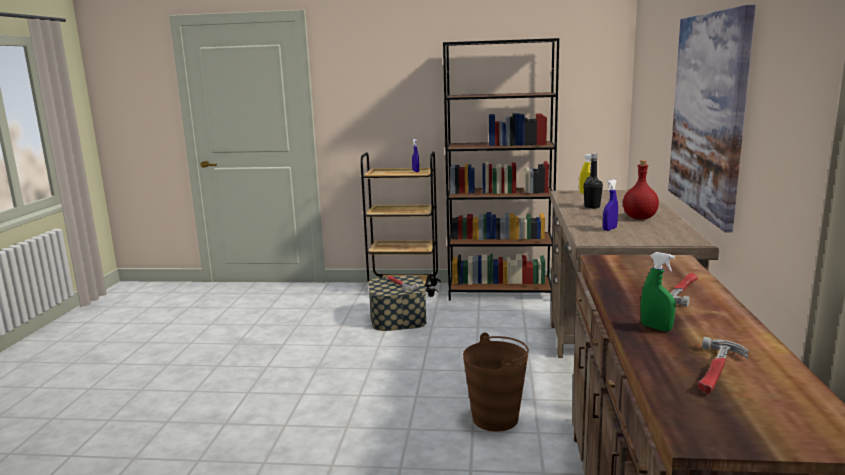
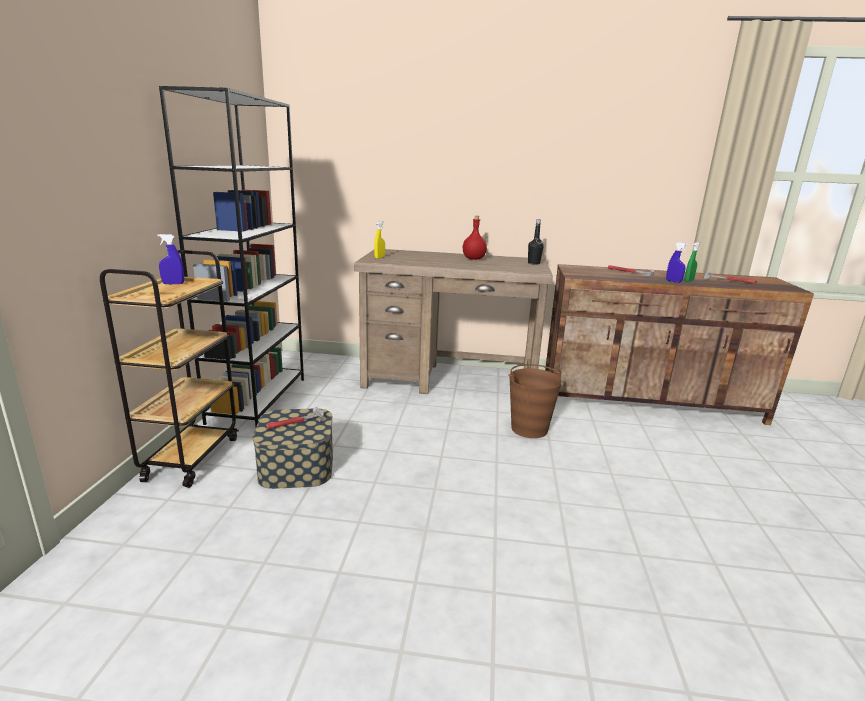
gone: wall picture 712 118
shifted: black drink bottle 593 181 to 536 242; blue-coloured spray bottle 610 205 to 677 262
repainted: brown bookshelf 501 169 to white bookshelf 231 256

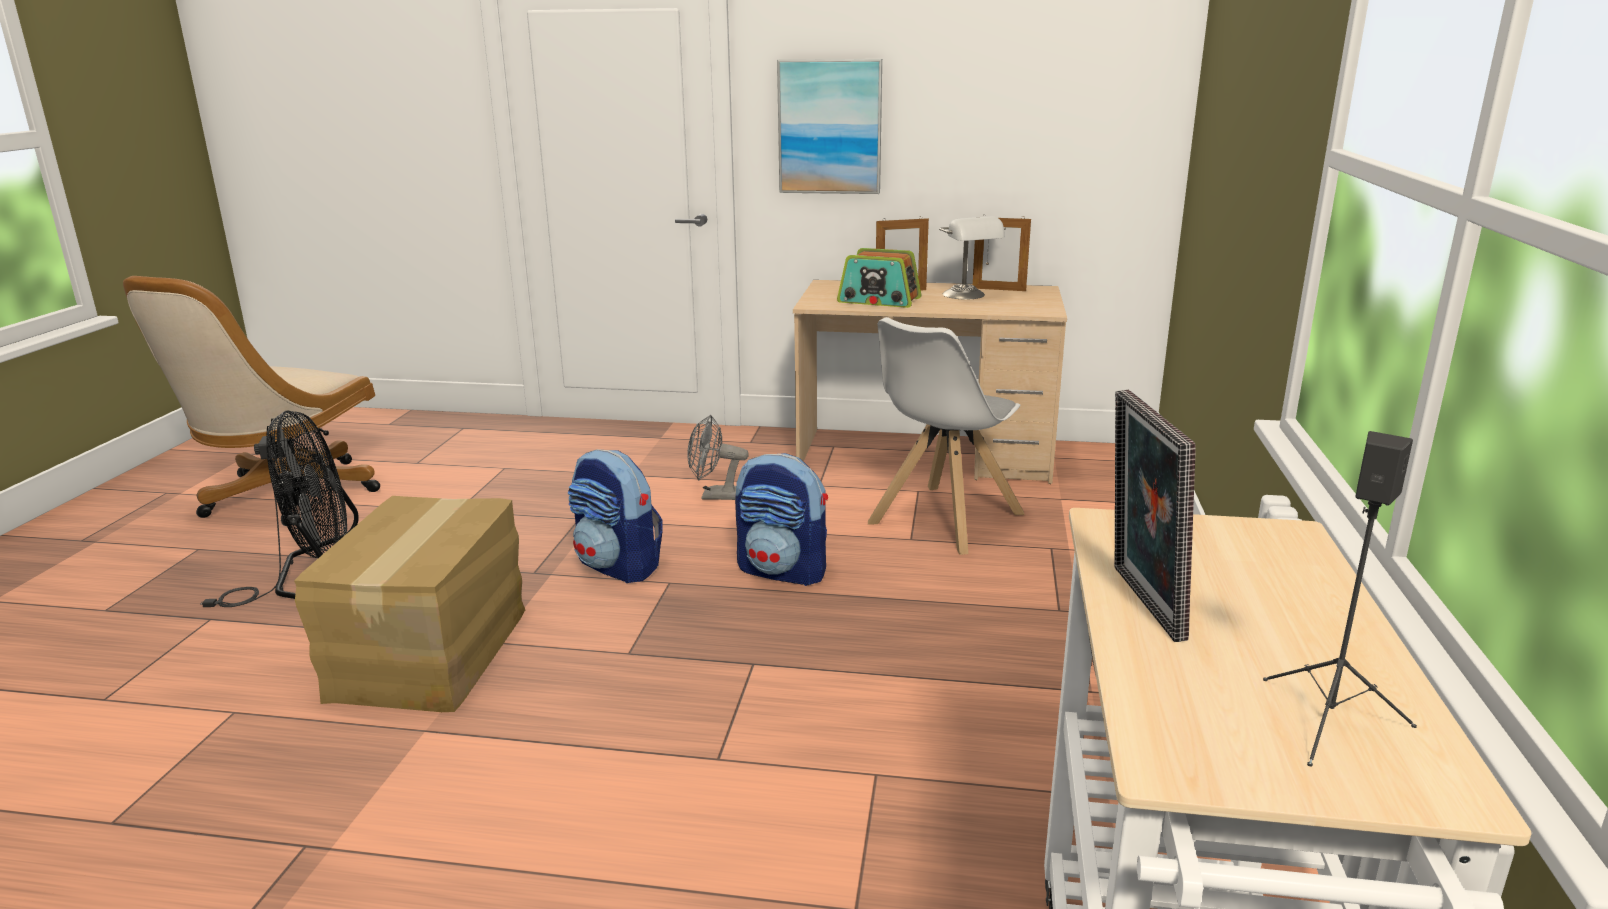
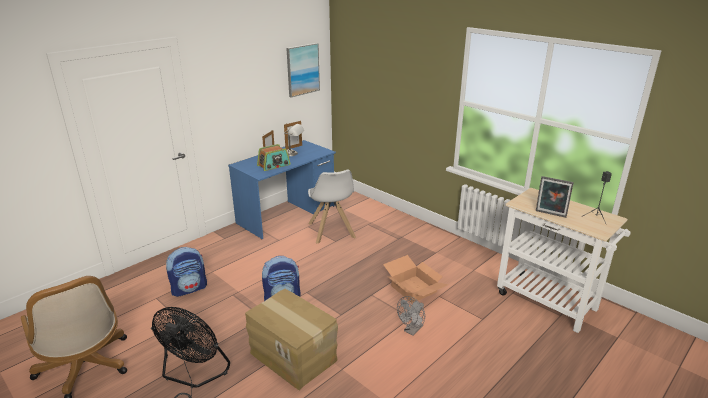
new: carton 415 279
shifted: gray fan 718 457 to 411 315; backpack 781 519 to 186 272; wall picture 829 126 to 303 70
repainted: beige-coloured desk unit 930 382 to blue-coloured desk unit 282 189

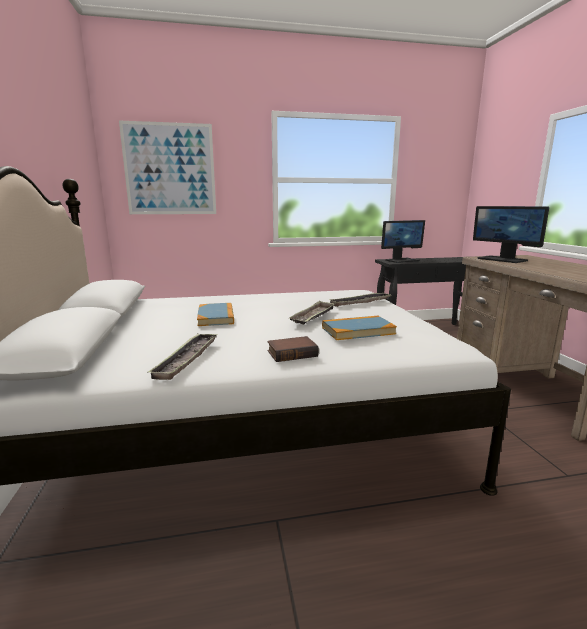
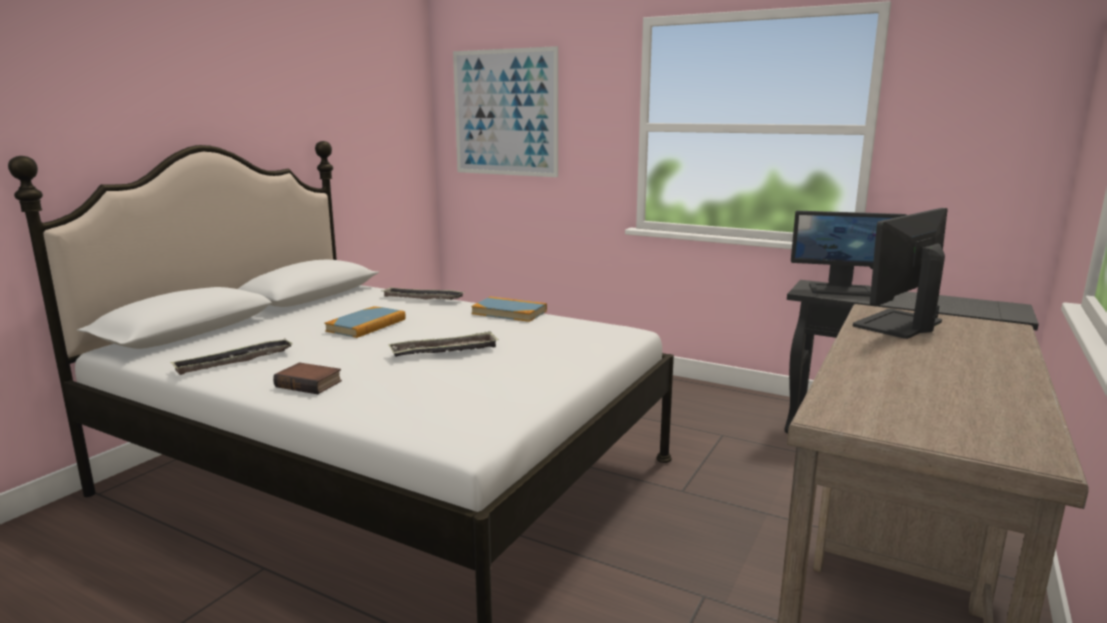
shifted: bound book 359 328 to 509 309; serving tray 360 300 to 422 293
rotated: monitor 511 234 = 900 273 45 degrees clockwise

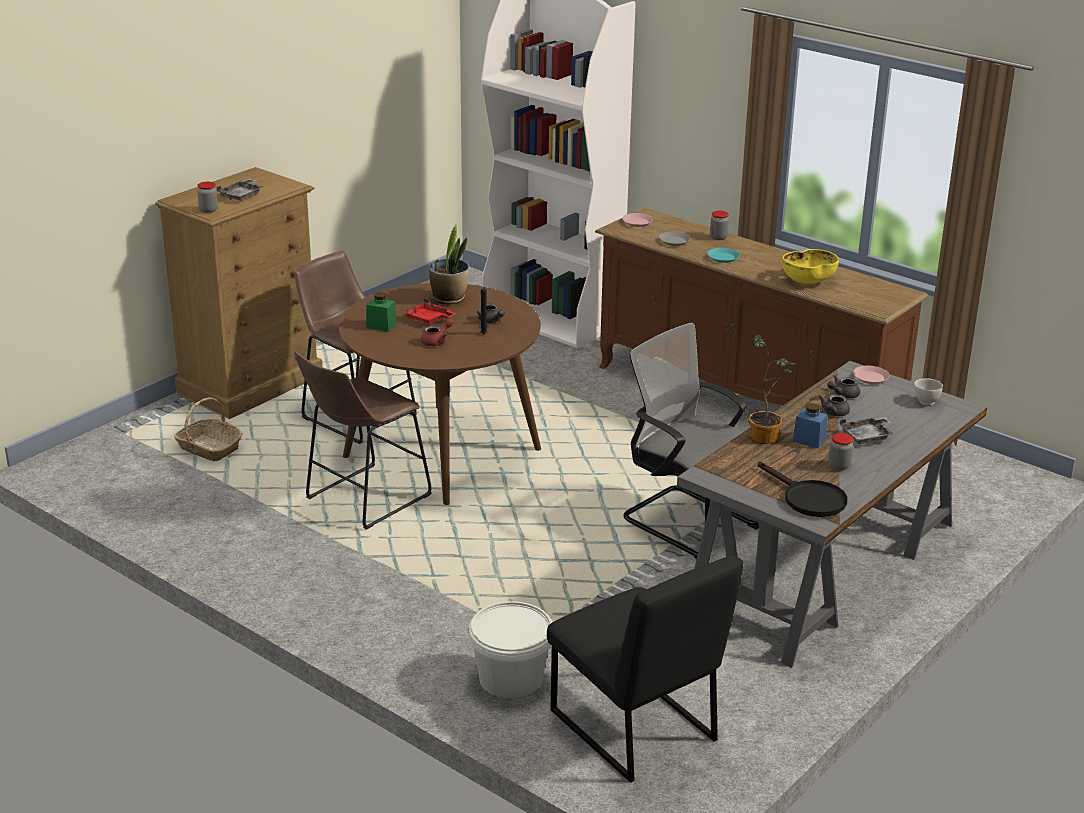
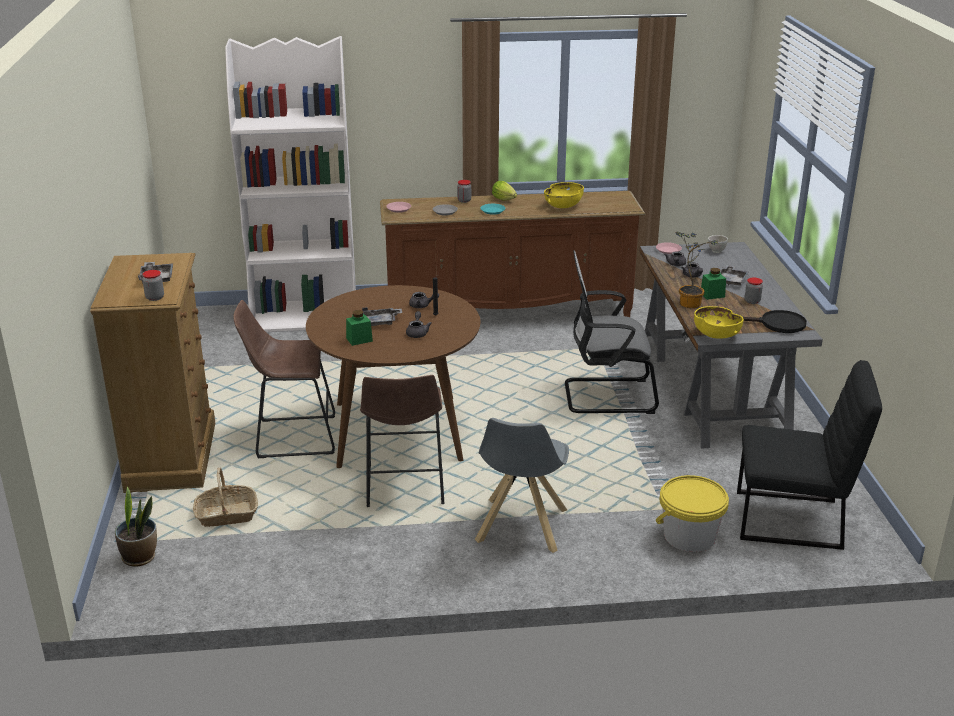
new: gray upright chair 522 485; lettuce head 504 190; yellow serving bowl 719 322
shifted: houseplant 449 264 to 136 527
repainted: red serving tray 430 311 to gray serving tray 382 316; red pot for tea 437 332 to gray pot for tea 419 324; white bucket 510 649 to yellow bucket 692 513; blue-coloured storage jar 810 425 to greenish storage jar 713 284

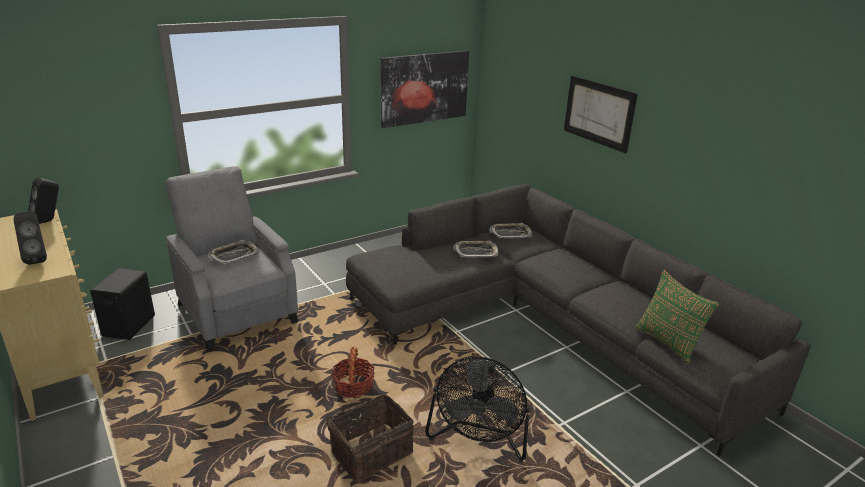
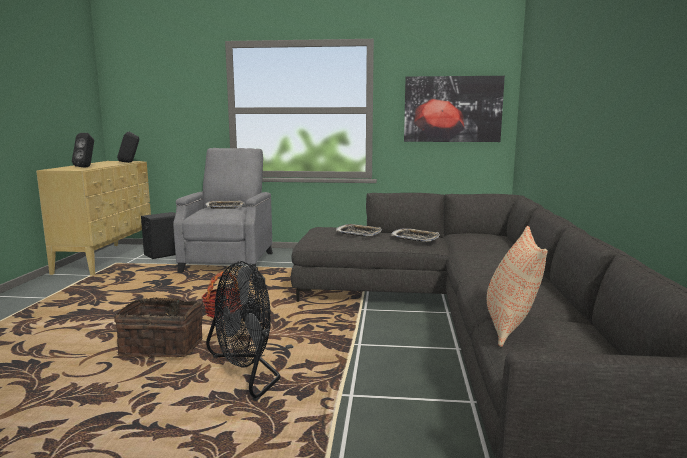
gone: wall picture 601 114
shifted: serving tray 511 230 to 359 230
repainted: greenish cushion 677 317 to beige-coloured cushion 517 286

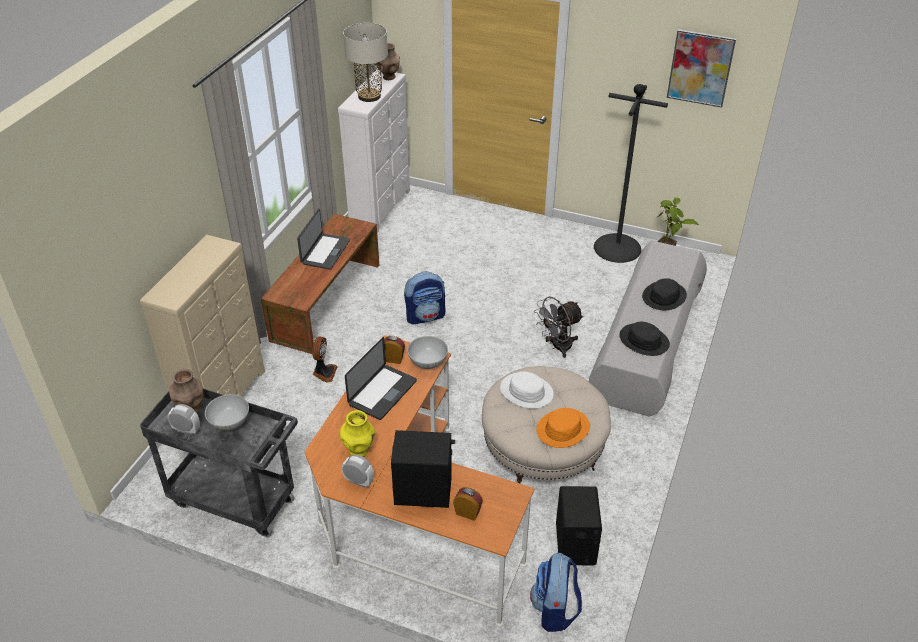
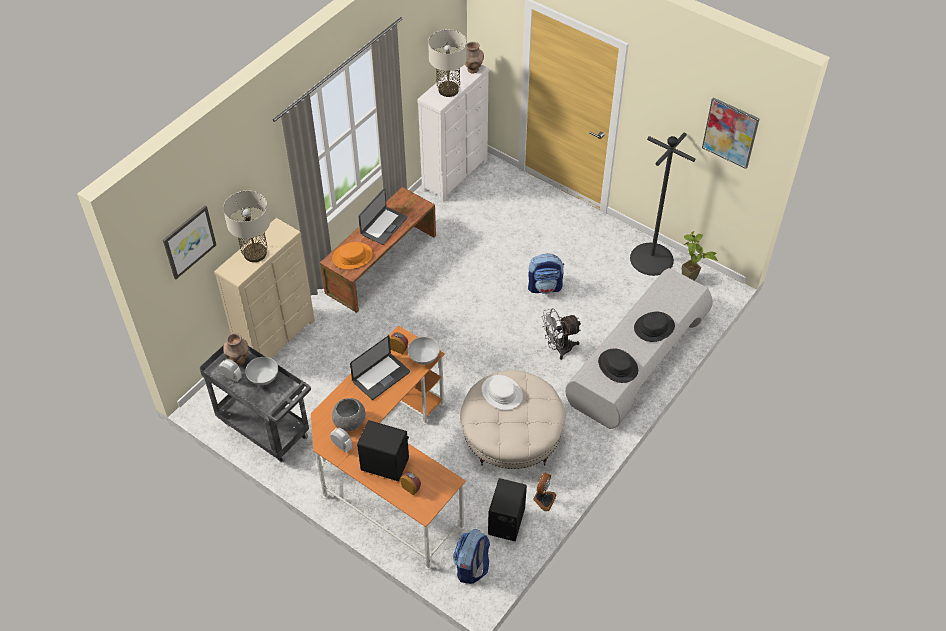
new: wall picture 189 242; table lamp 246 226
shifted: fan 325 360 to 545 492; backpack 425 297 to 546 274; orangey wearable hat 563 428 to 352 255
swapped: yellow vase 357 433 to gray serving bowl 348 414

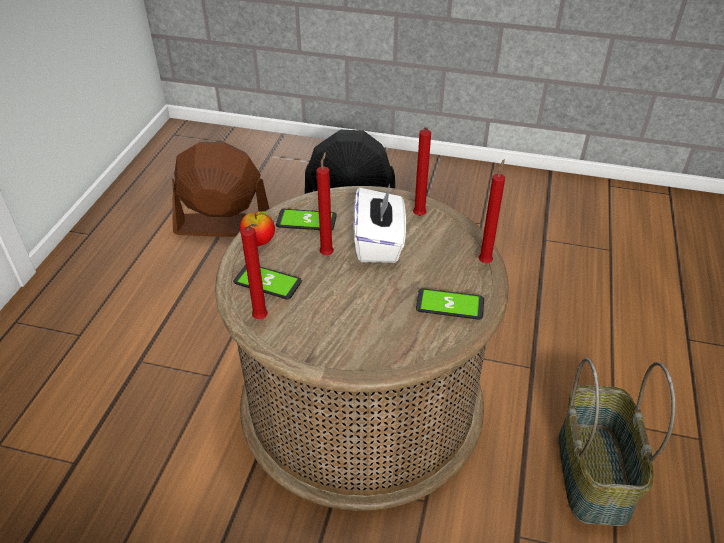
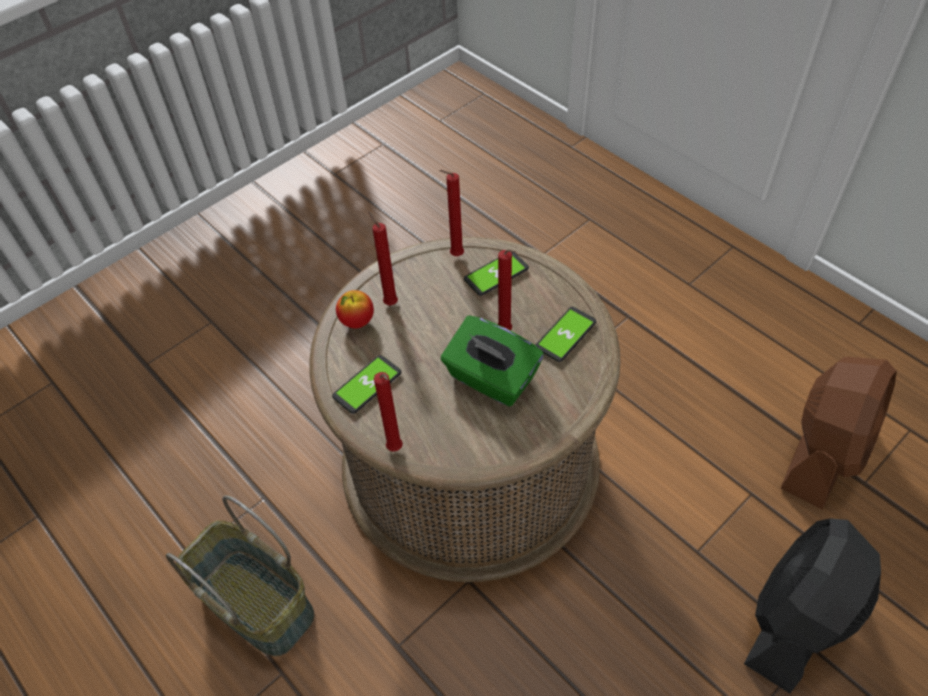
shifted: apple fruit 257 228 to 355 309; red candle 422 171 to 383 258
repainted: white tissue box 380 225 to greenish tissue box 492 360

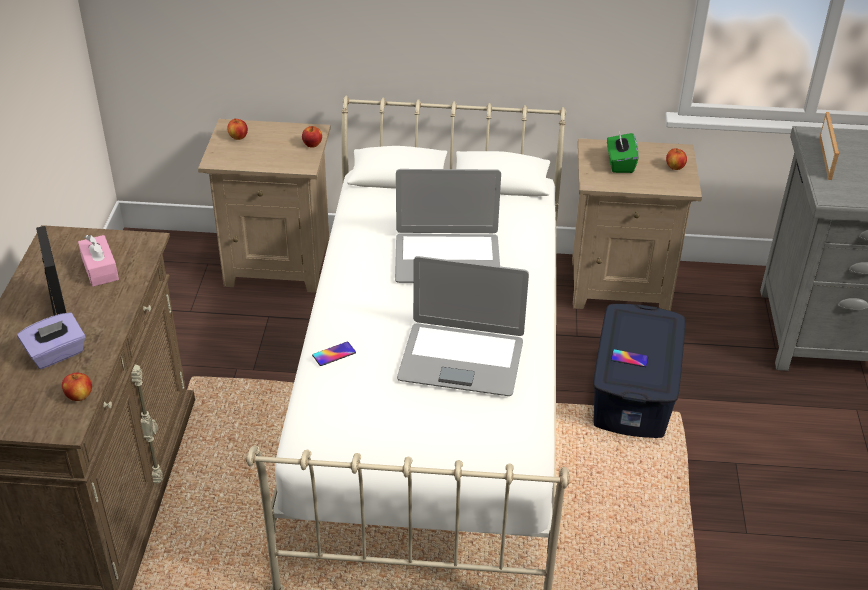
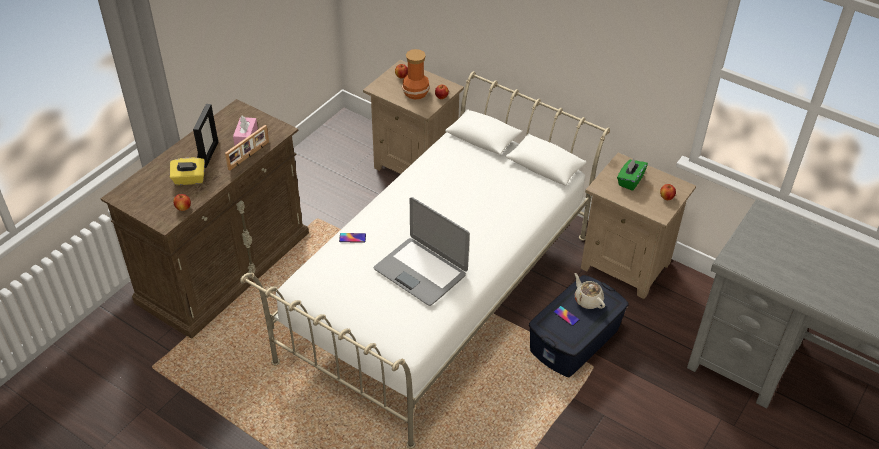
gone: laptop 448 226
new: vase 416 74; beige-coloured pot for tea 589 291
shifted: standing frame 829 146 to 247 148
repainted: purple-coloured tissue box 51 341 to yellow tissue box 187 171

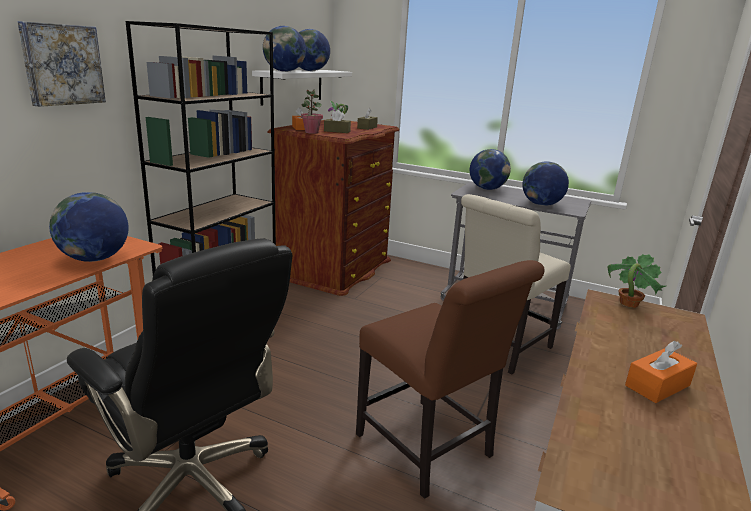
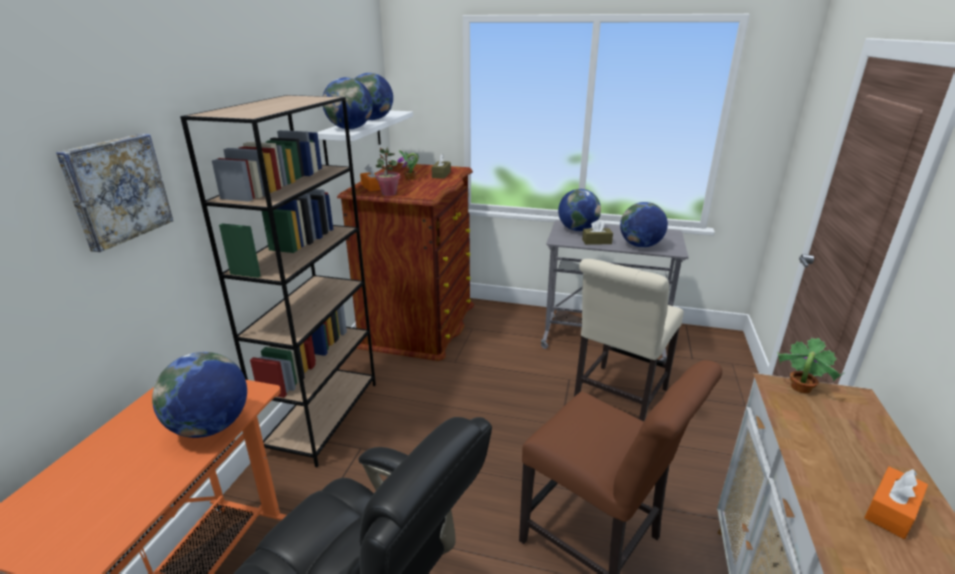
shifted: brown tissue box 337 121 to 597 232

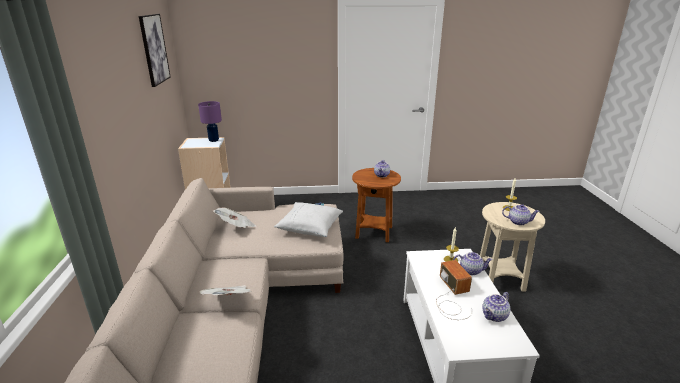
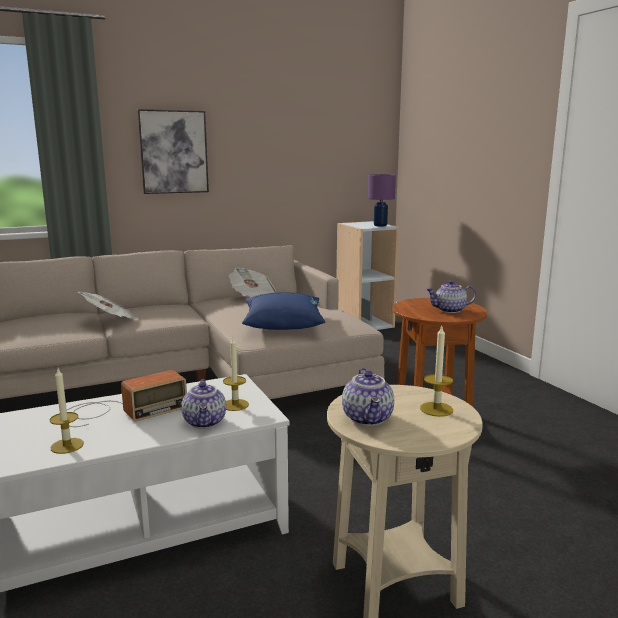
shifted: wall picture 154 50 to 173 151
swapped: pot for tea 496 307 to candle 67 411
repainted: gray cushion 308 219 to blue-coloured cushion 283 311

